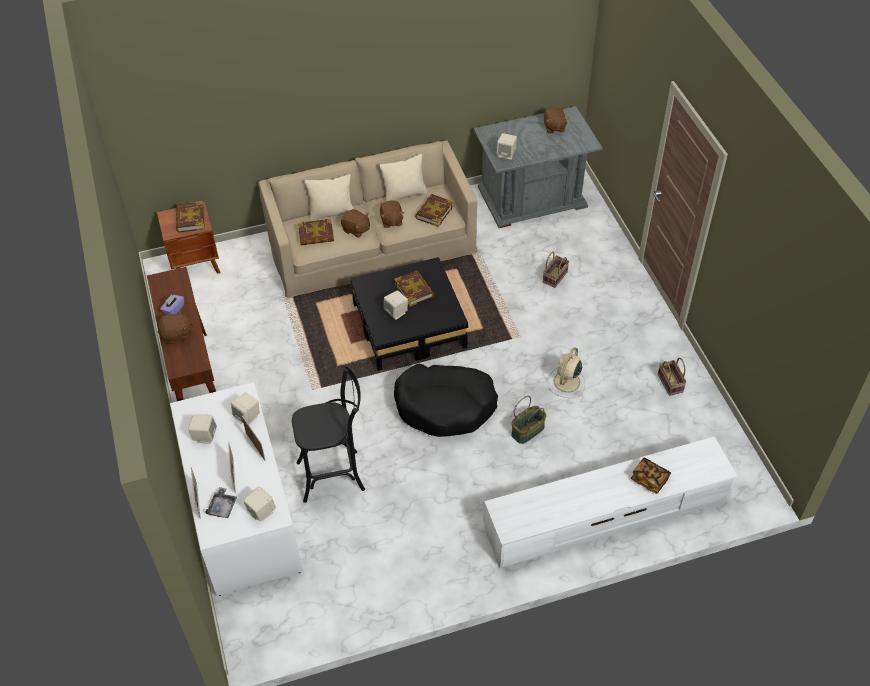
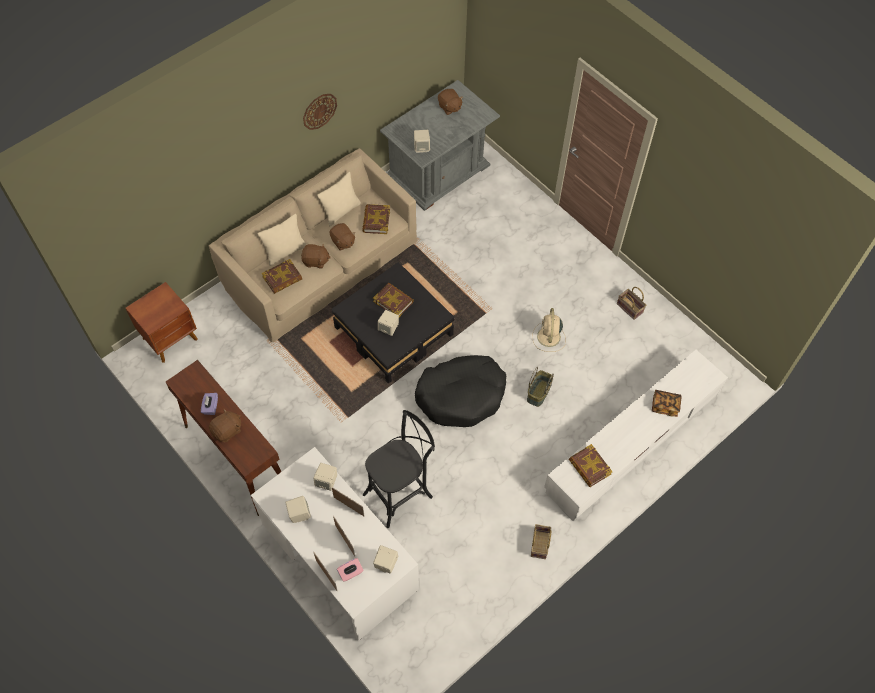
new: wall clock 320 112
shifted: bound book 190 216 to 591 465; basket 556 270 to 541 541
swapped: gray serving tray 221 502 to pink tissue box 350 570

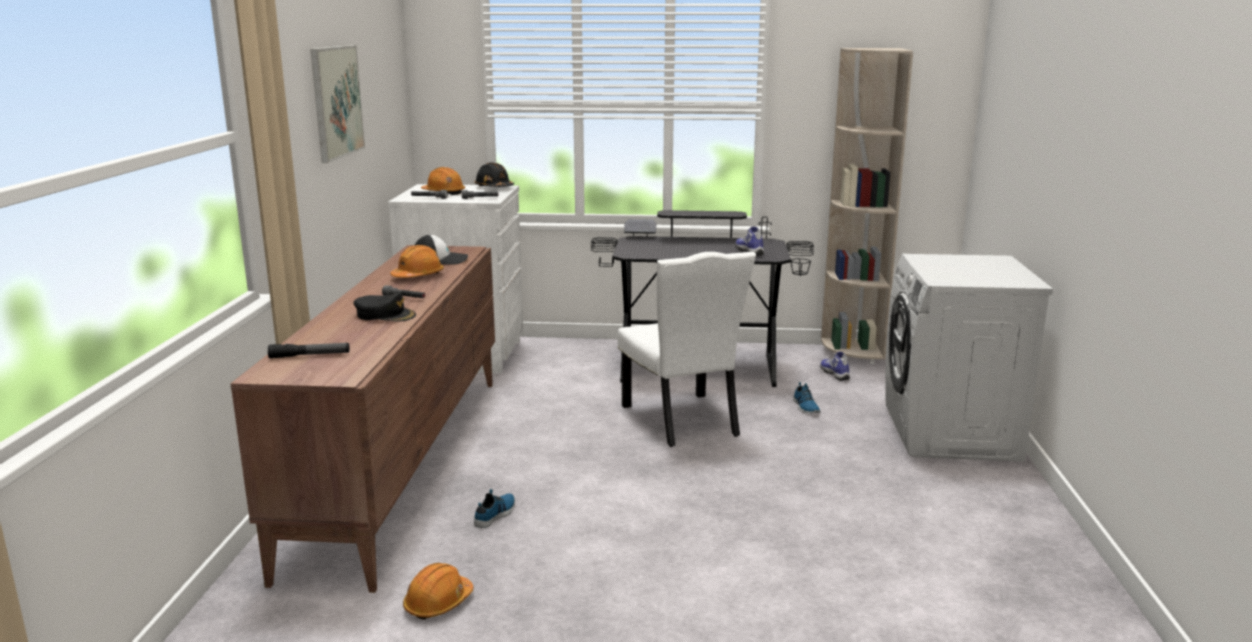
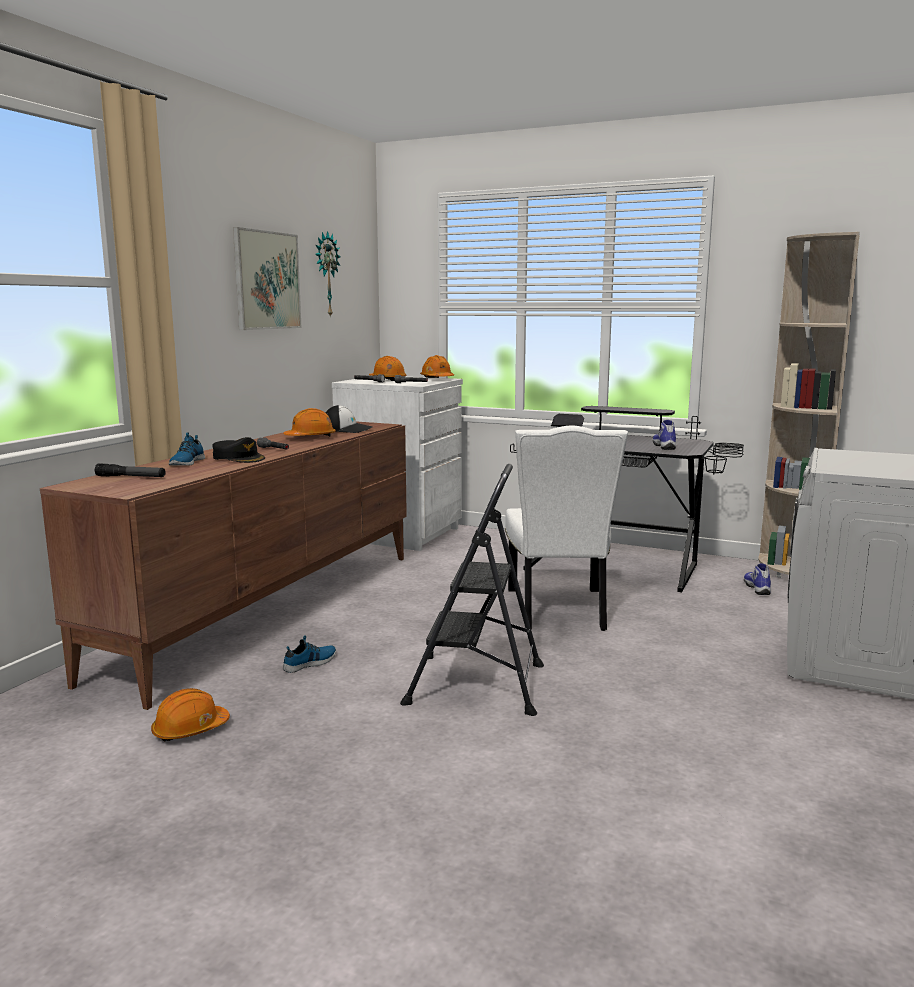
new: wall clock 328 274; black stepladder 472 590
shifted: shoe 806 398 to 187 449
repainted: black hard hat 494 174 to orangey hard hat 437 366

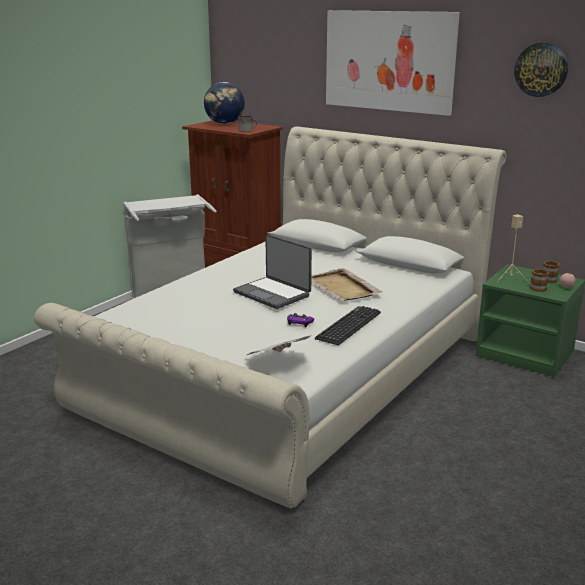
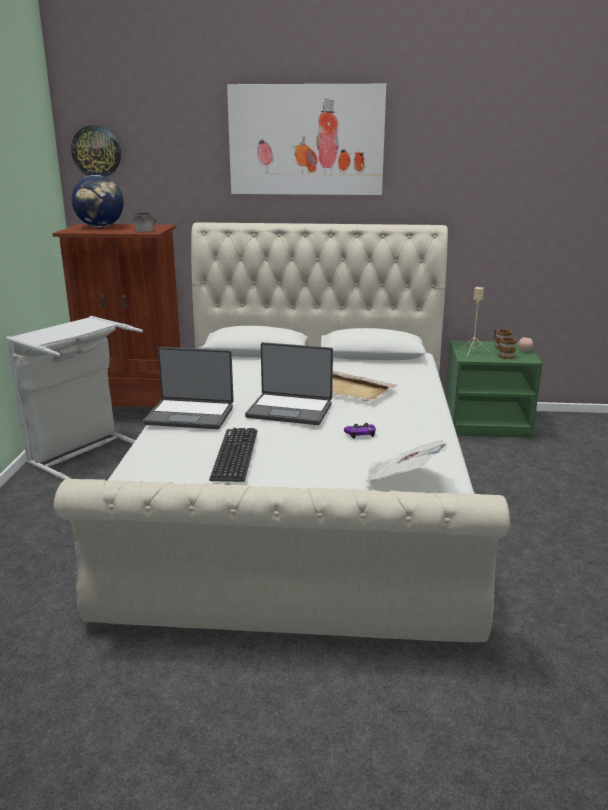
new: laptop 188 388
shifted: PC keyboard 348 325 to 233 455; wall clock 541 70 to 96 151

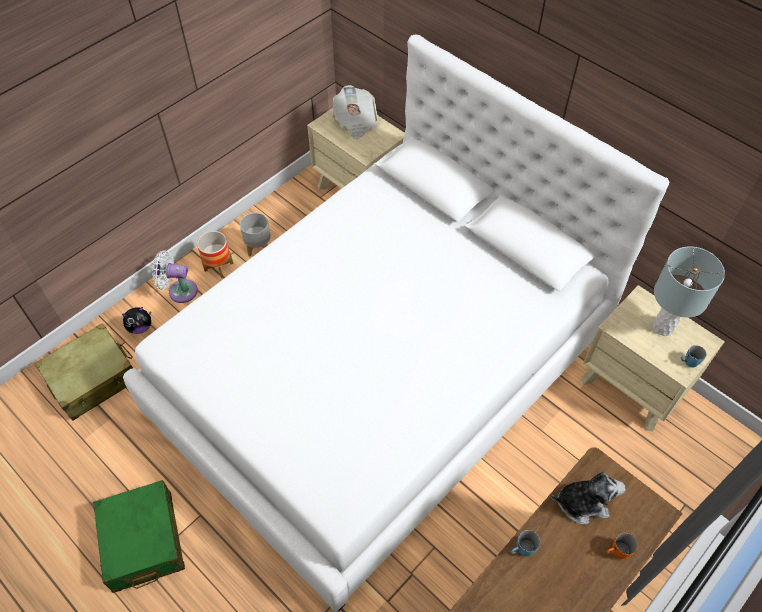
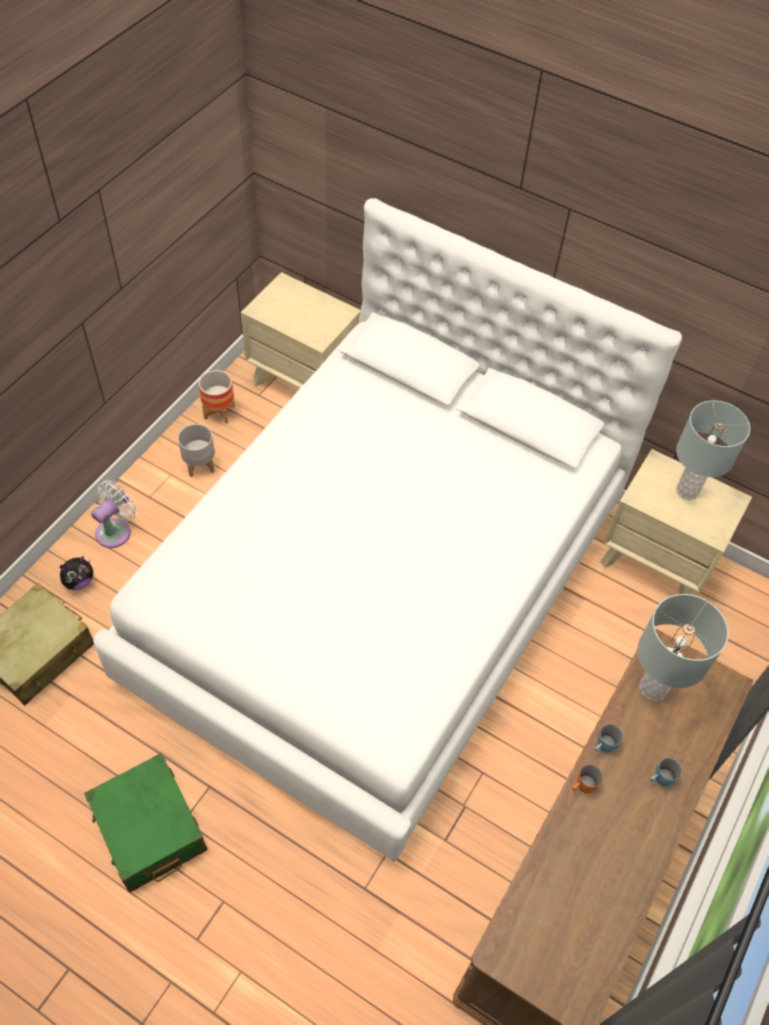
gone: daily paper 355 112
shifted: flower pot 215 254 to 217 397; orangey tea mug 622 546 to 587 778; blue-coloured tea mug 693 356 to 666 772
swapped: soft toy 588 498 to gray table lamp 683 647
rotated: white fan 175 276 = 114 514 135 degrees clockwise

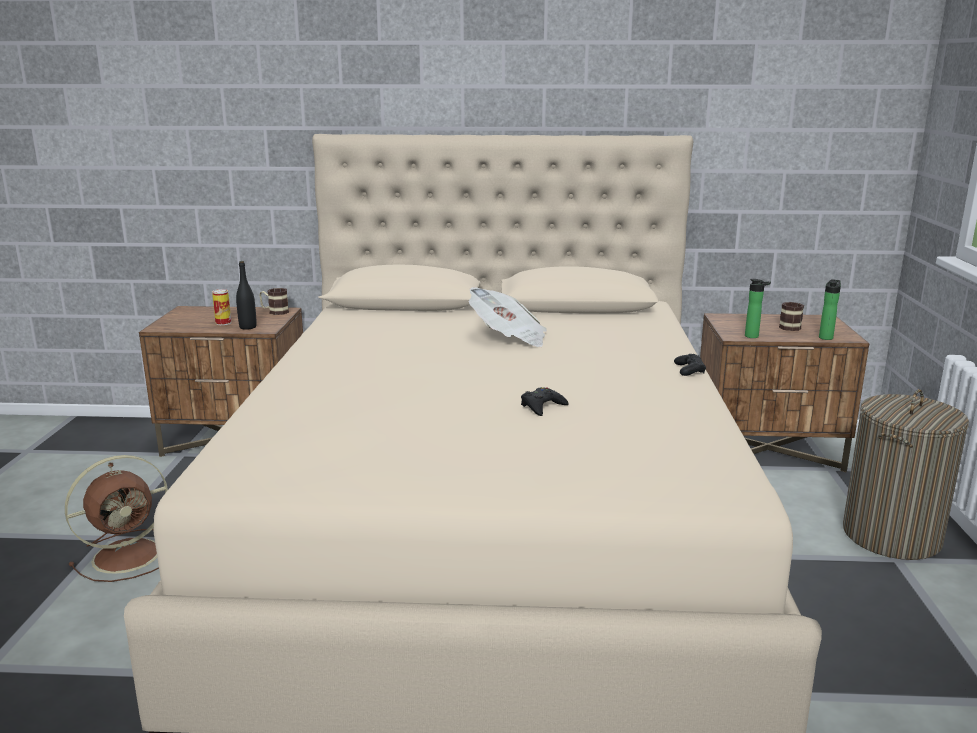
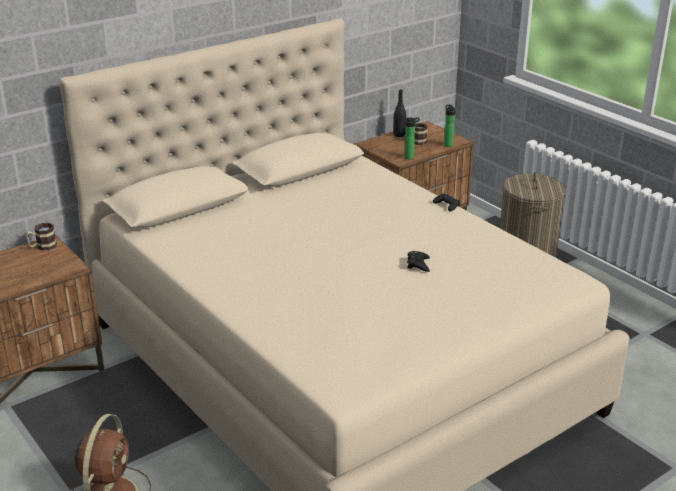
gone: can 222 307; daily paper 507 317
shifted: black drink bottle 246 295 to 399 113

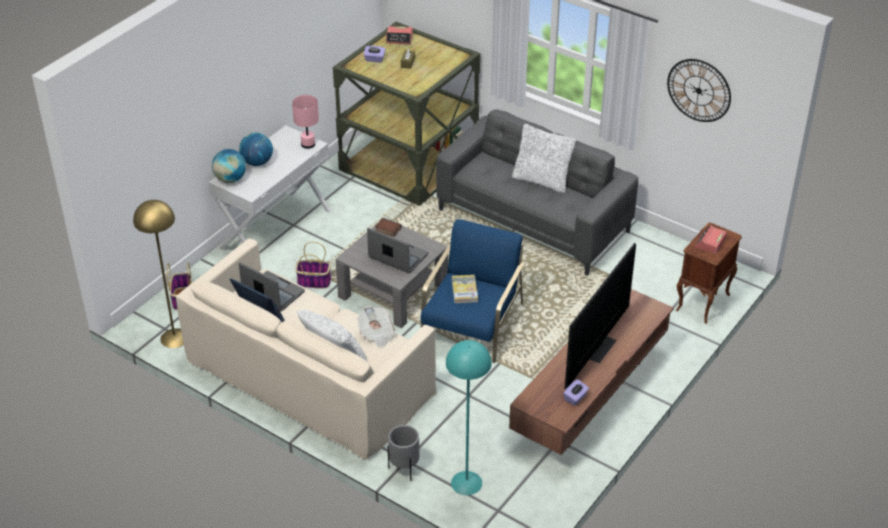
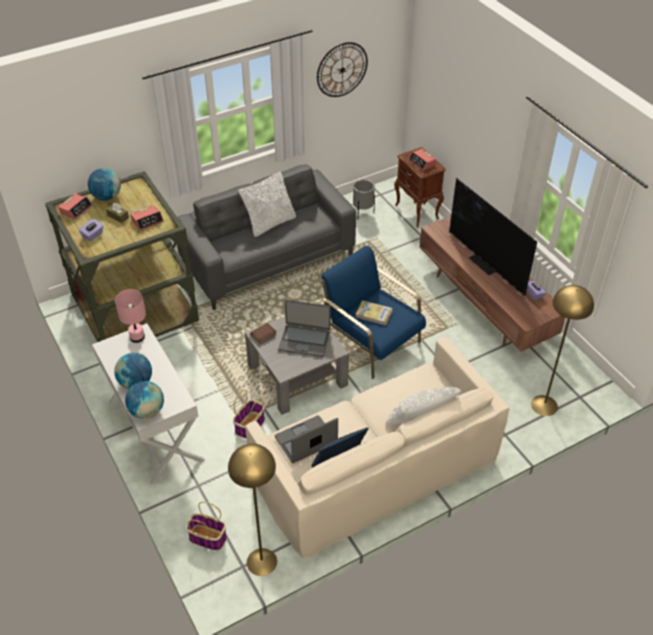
gone: daily paper 376 327
new: desk globe 104 184; bedside clock 147 218
shifted: gray flower pot 403 453 to 364 200
repainted: blue-green floor lamp 469 417 to yellow floor lamp 562 350
rotated: laptop 397 250 = 304 328 135 degrees counterclockwise

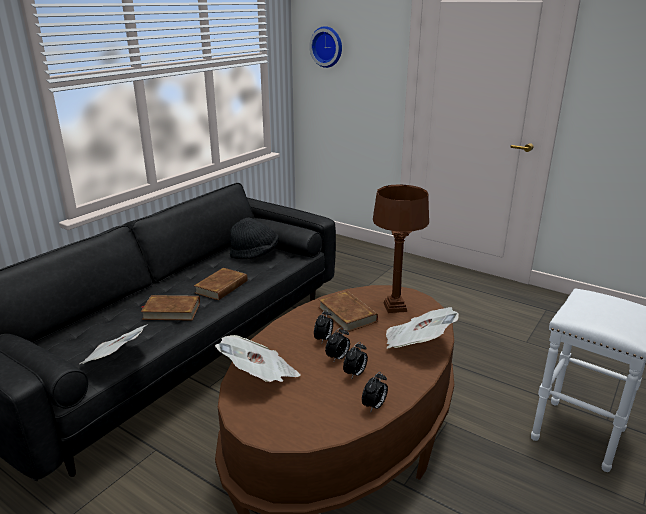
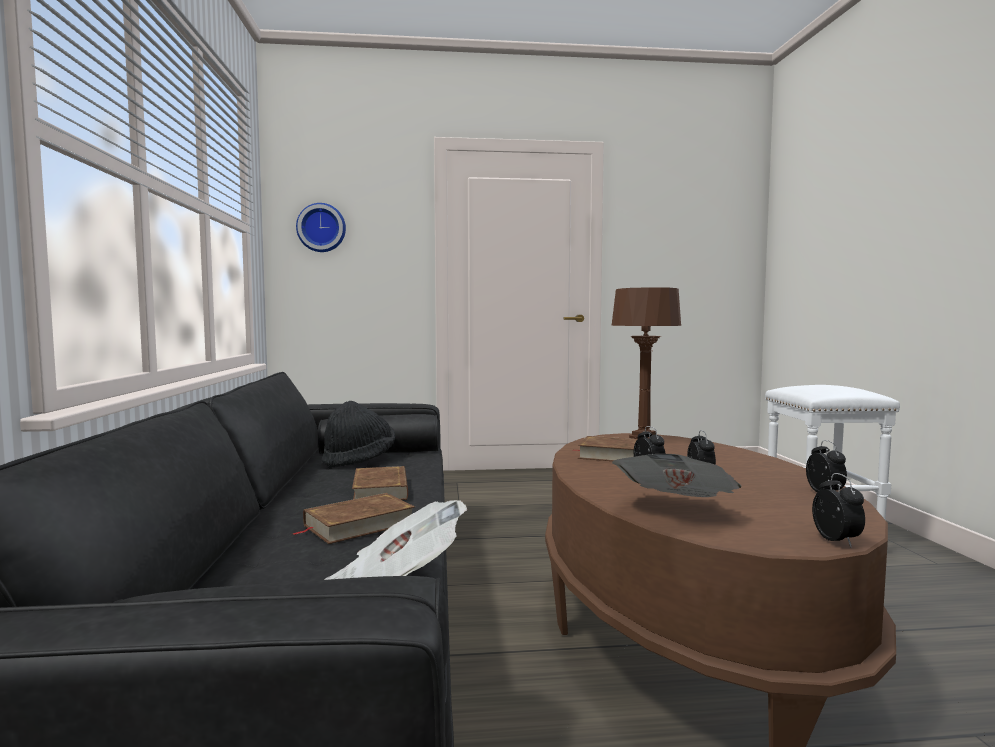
gone: daily paper 422 328
shifted: bedside clock 355 360 to 838 510

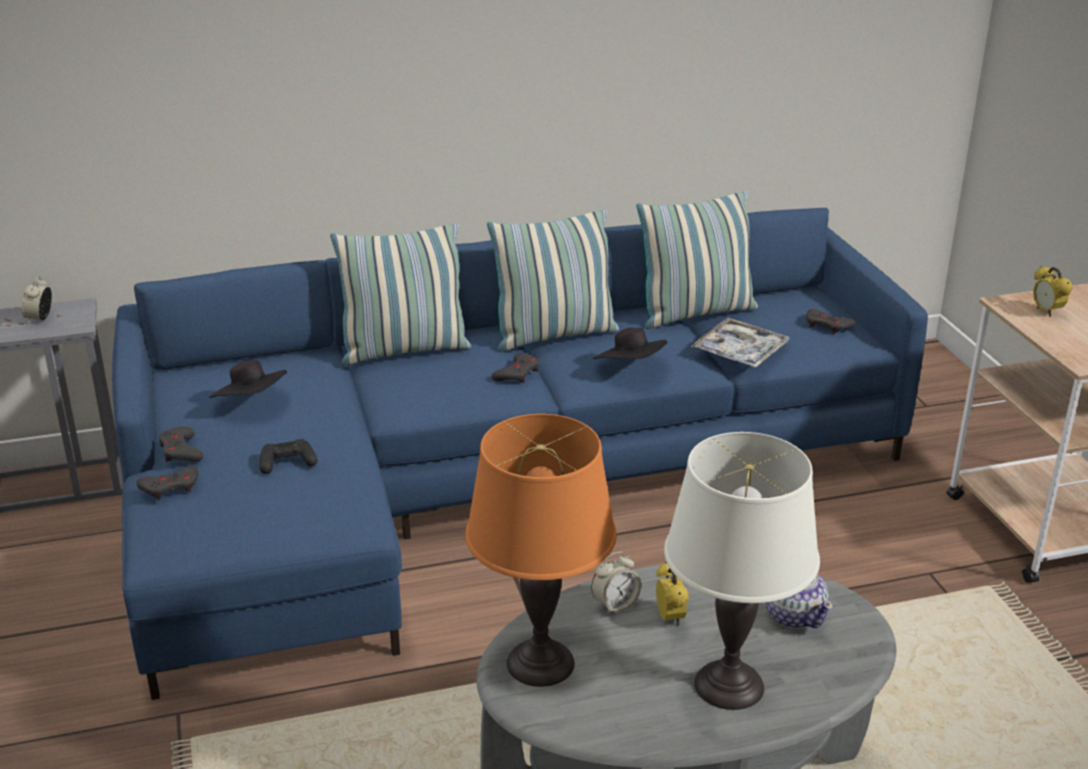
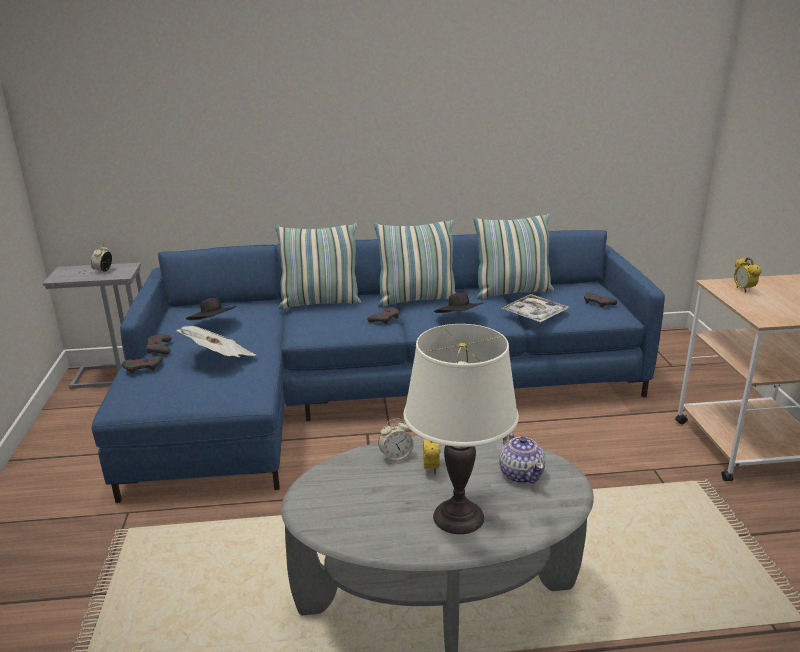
gone: orangey table lamp 540 550
swapped: black gamepad 288 456 to daily paper 216 341

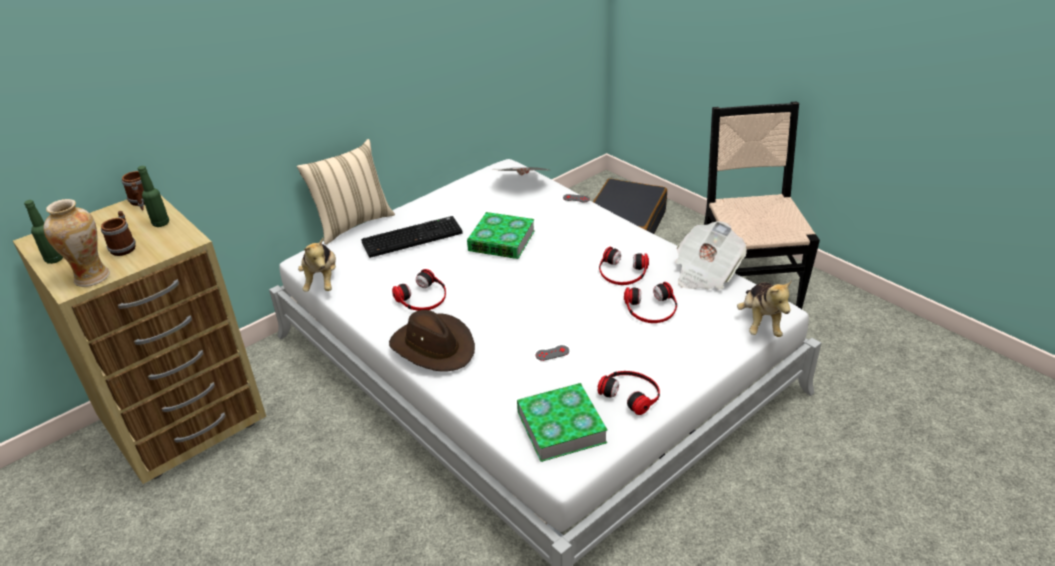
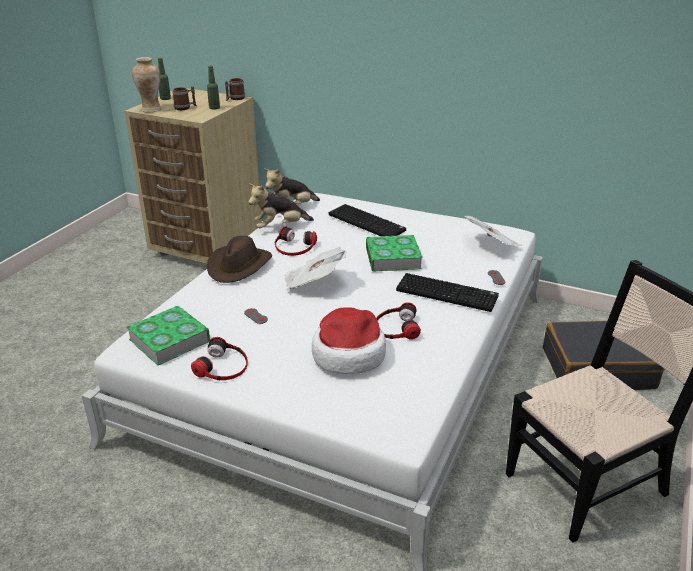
gone: beige-coloured cushion 346 192
new: PC keyboard 447 292
shifted: daily paper 711 255 to 316 268; soft toy 764 308 to 281 206
swapped: headset 650 302 to wearable hat 349 340

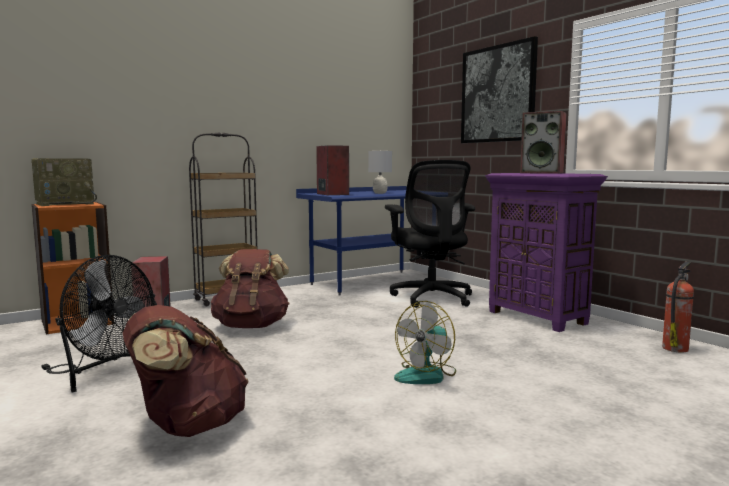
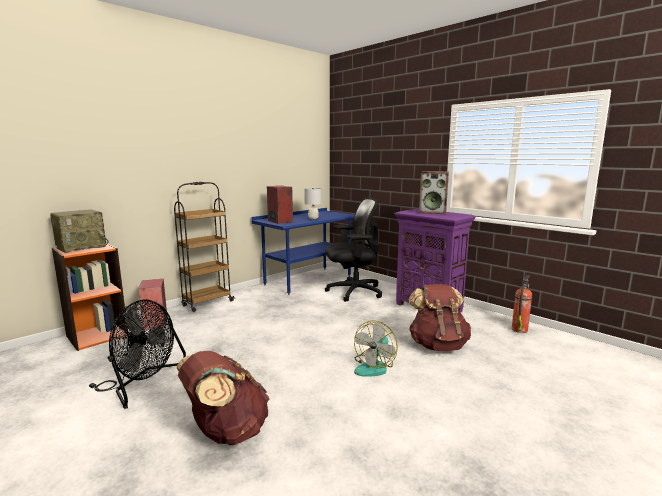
gone: wall picture 499 89
shifted: brown backpack 250 288 to 439 317
rotated: black desk chair 430 234 = 353 249 75 degrees counterclockwise

